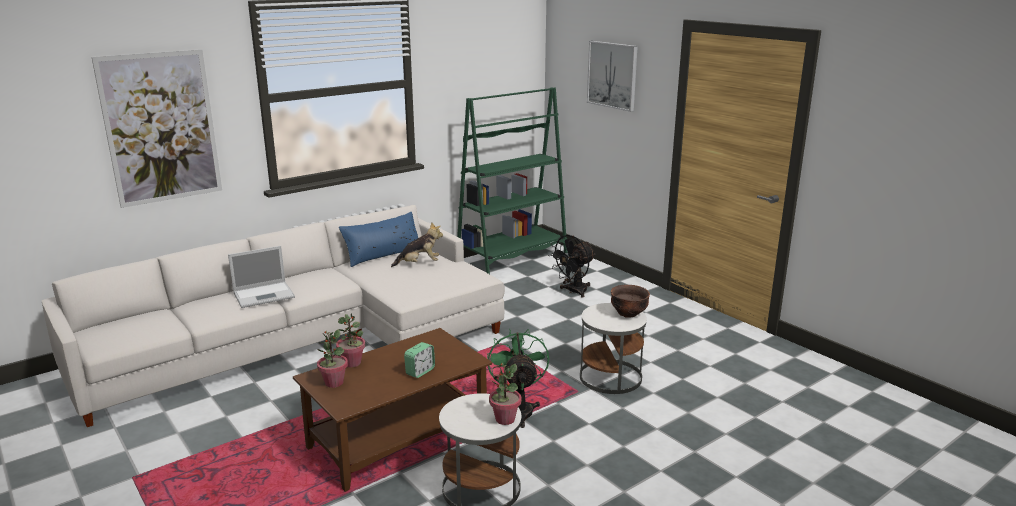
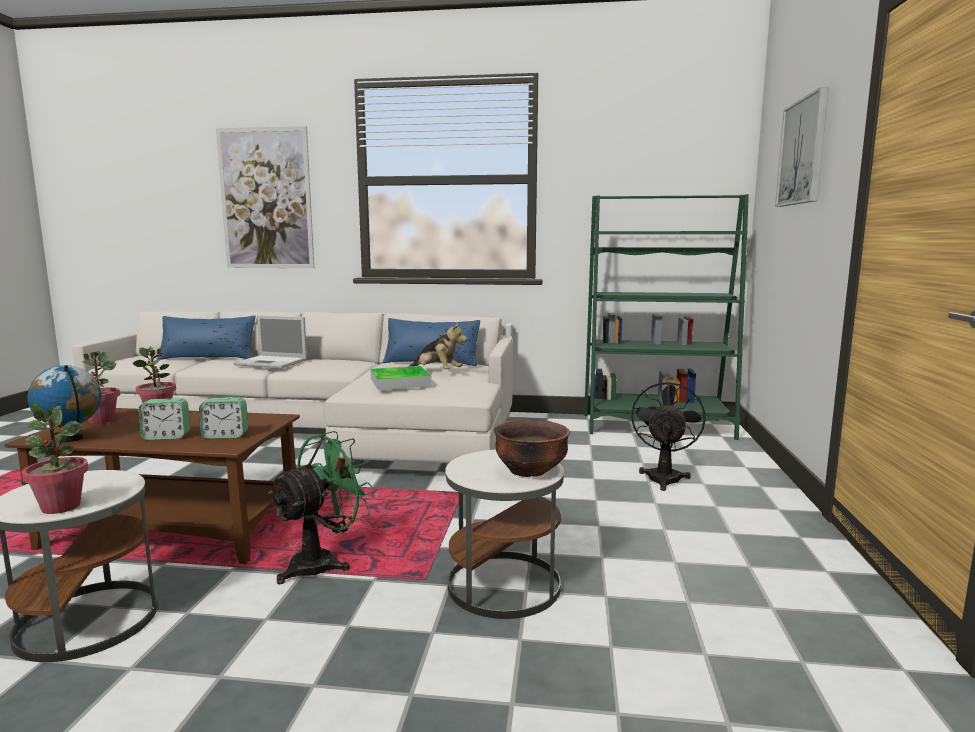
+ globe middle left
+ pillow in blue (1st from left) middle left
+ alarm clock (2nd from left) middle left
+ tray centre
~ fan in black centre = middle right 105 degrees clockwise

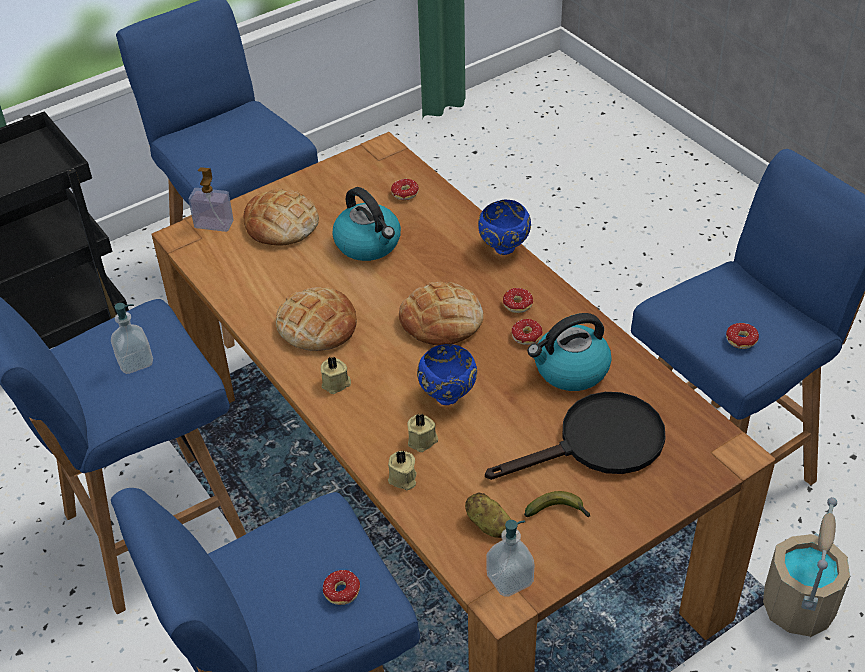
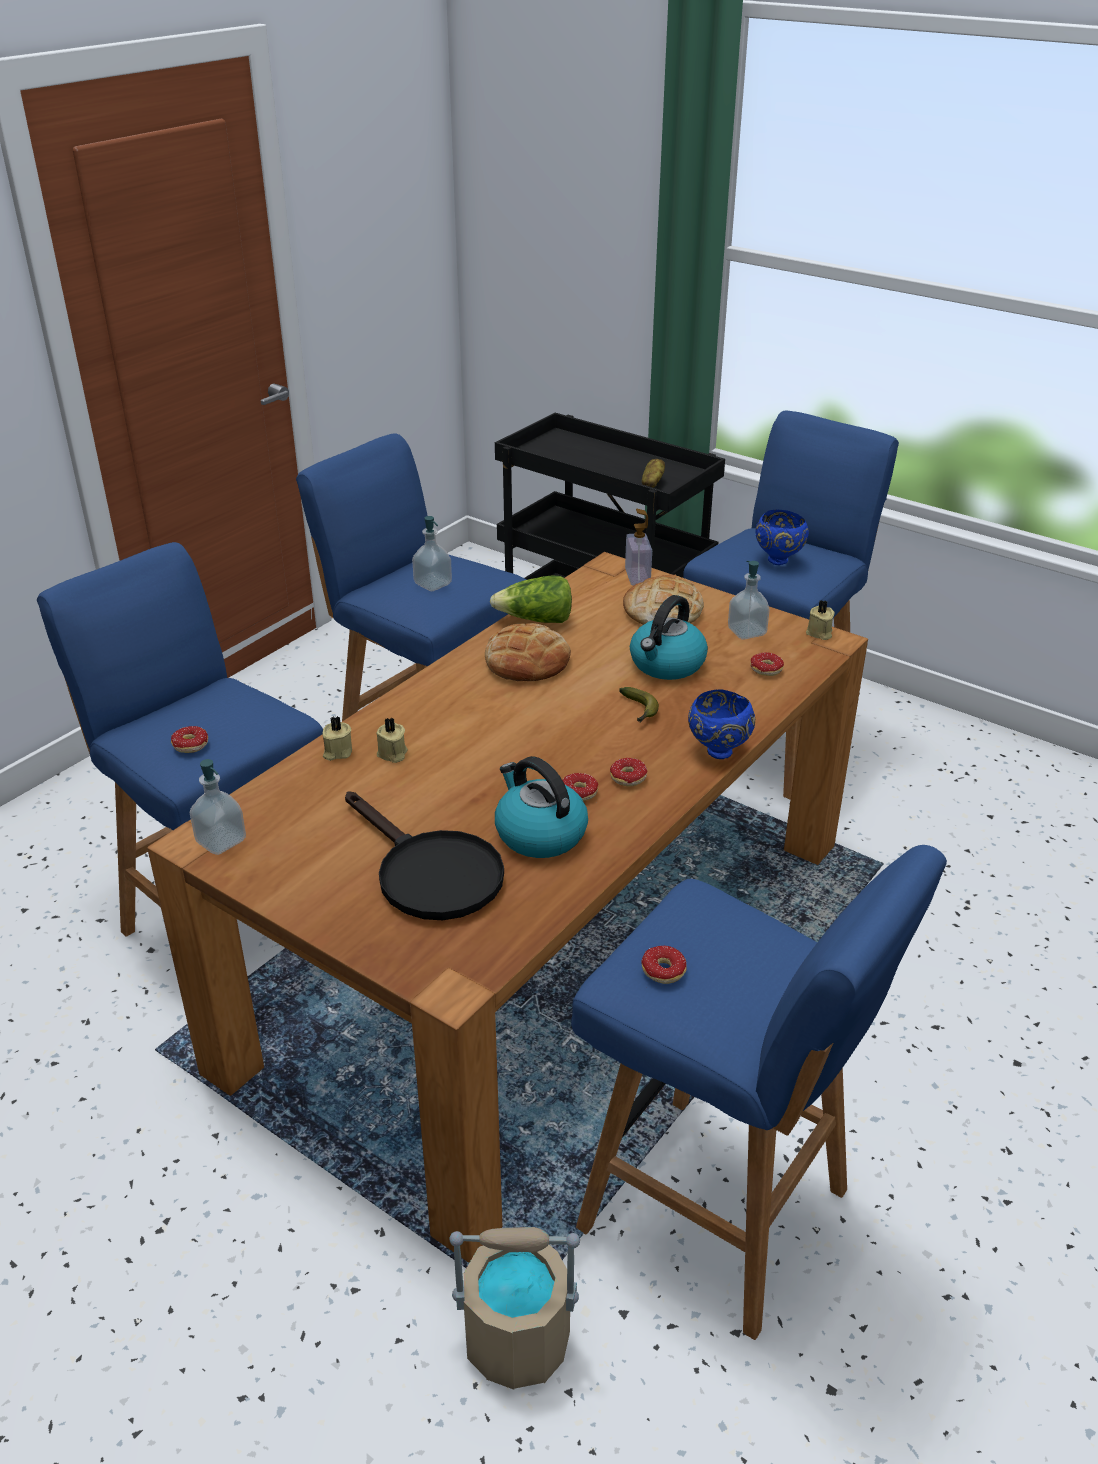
+ lettuce centre
~ banana bottom centre to centre
~ potato bottom centre to top centre
+ soap dispenser (4th from left) middle right
~ bowl in blue (1st from left in the first image) centre to bowl in blue (2nd from left) middle right
~ candle in beige (1st from left in the first image) centre to candle in beige (3rd from left) middle right
- bread (3rd from left) centre

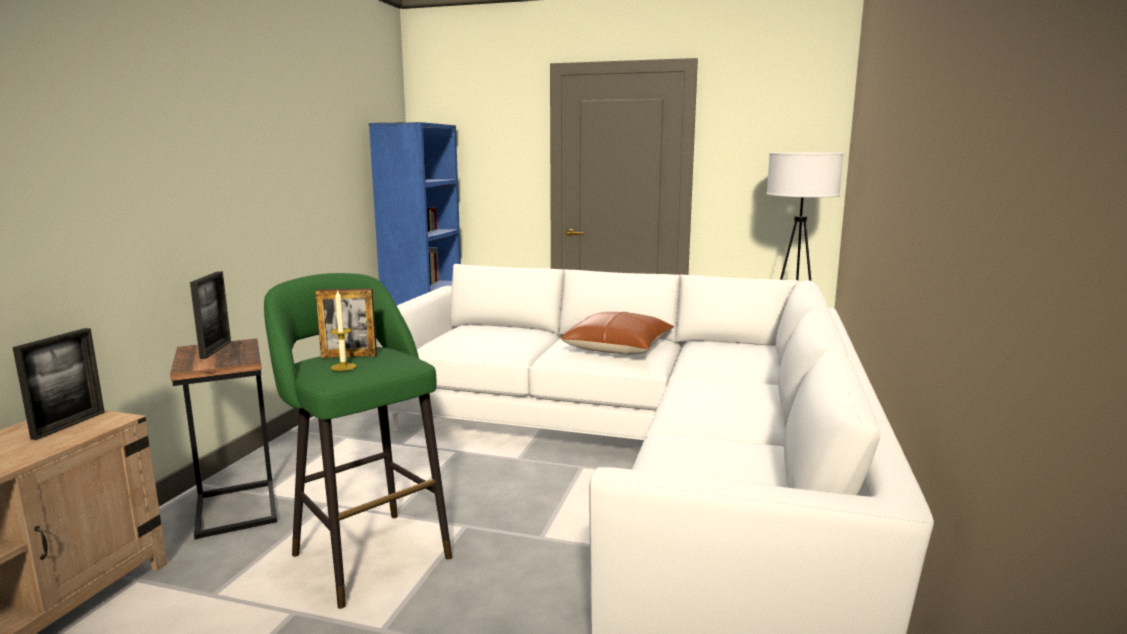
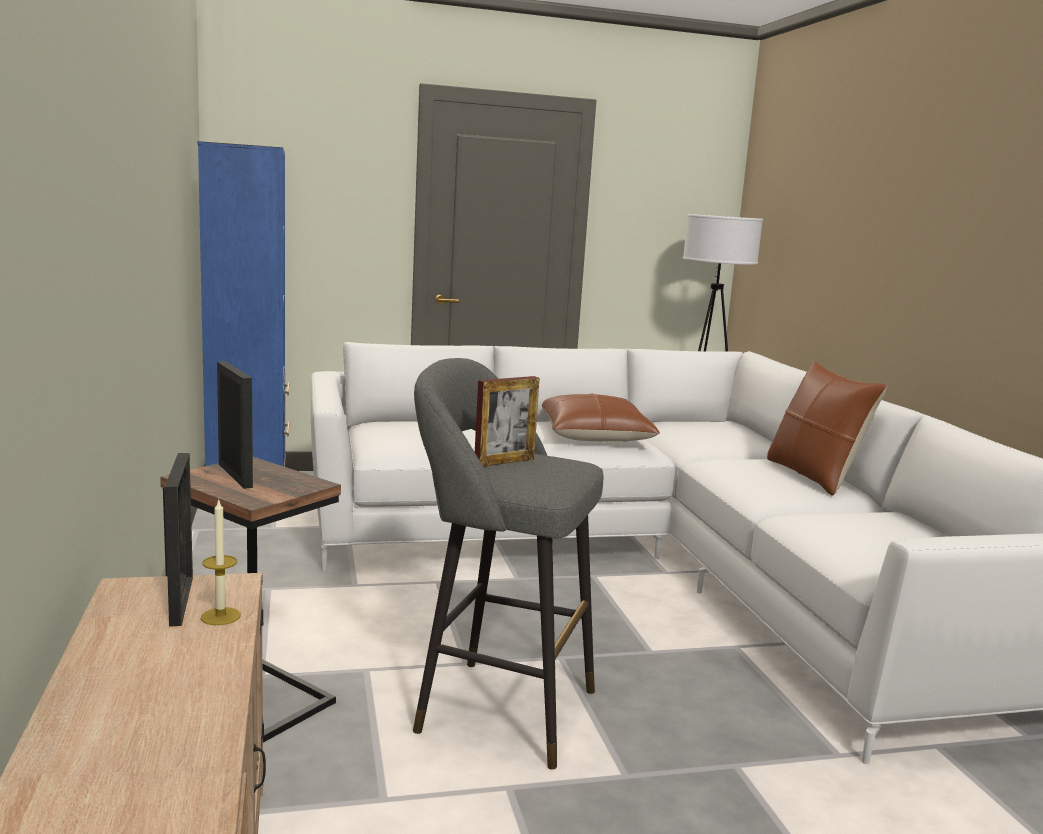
~ candle middle left to bottom left
~ stool in green bottom left to stool in grey bottom centre
+ pillow in brown (2nd from left) middle right

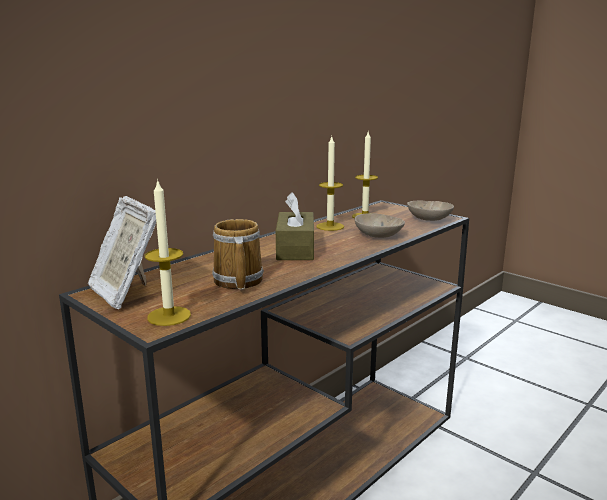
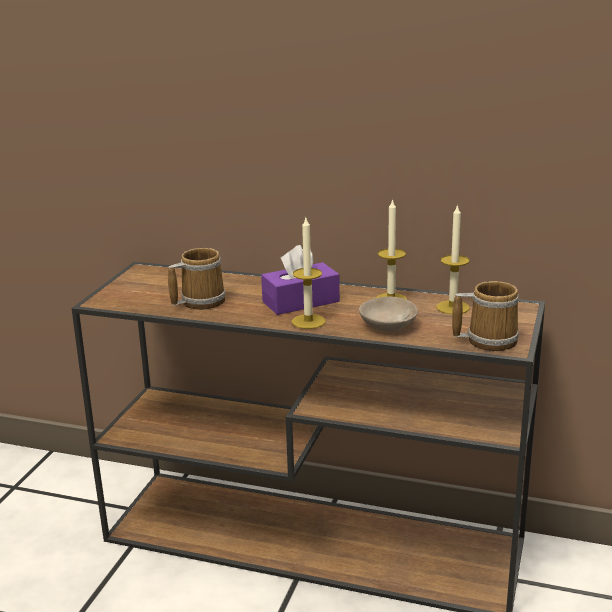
~ tissue box in brown centre to tissue box in purple centre
~ candle (1st from left) middle left to centre
~ bowl in beige (2nd from left) middle right to mug (2nd from left) middle right
- picture frame middle left

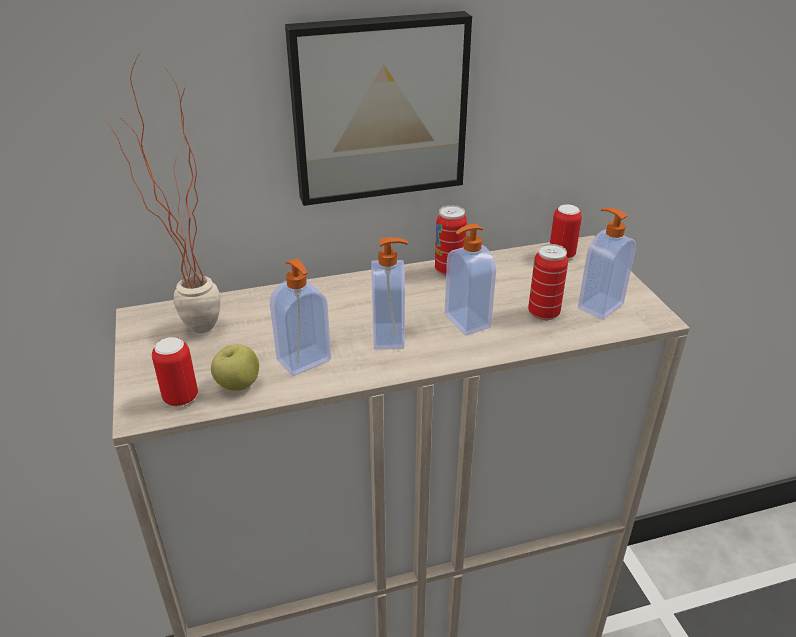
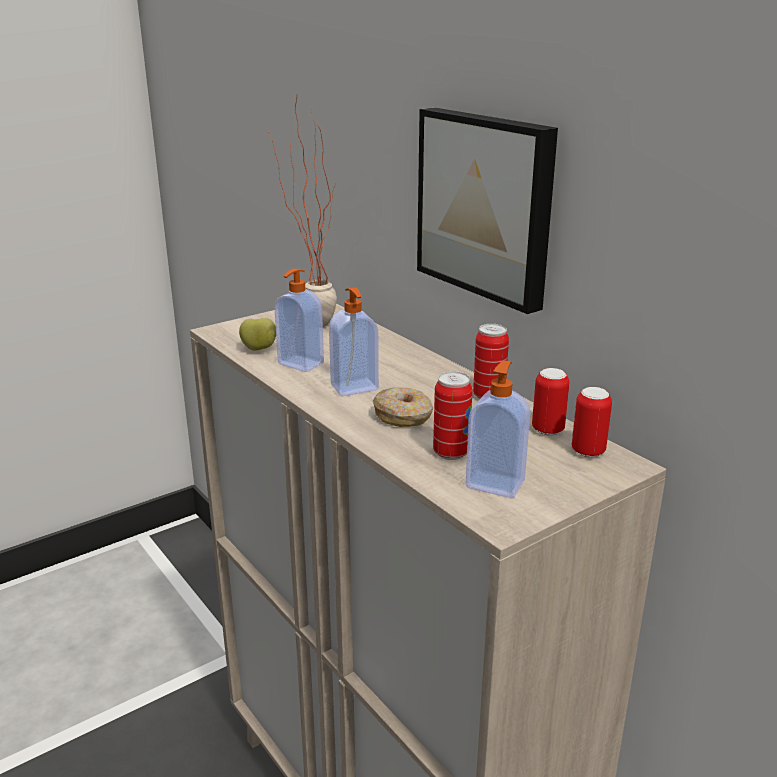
~ soap dispenser (3rd from left) centre to donut centre
~ can (1st from left in the first image) middle left to can (3rd from left) middle right

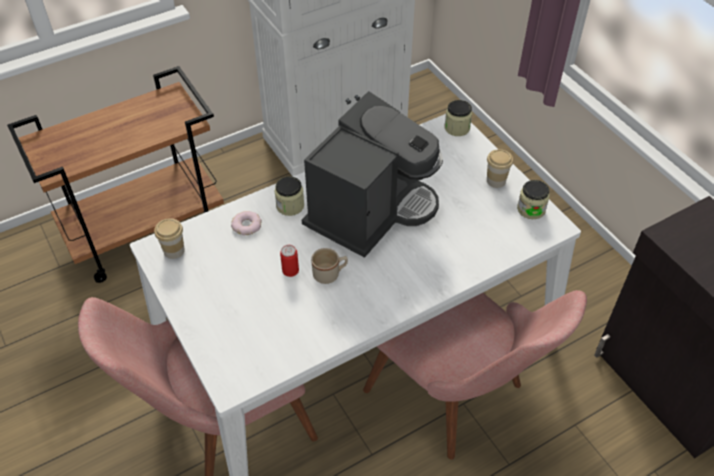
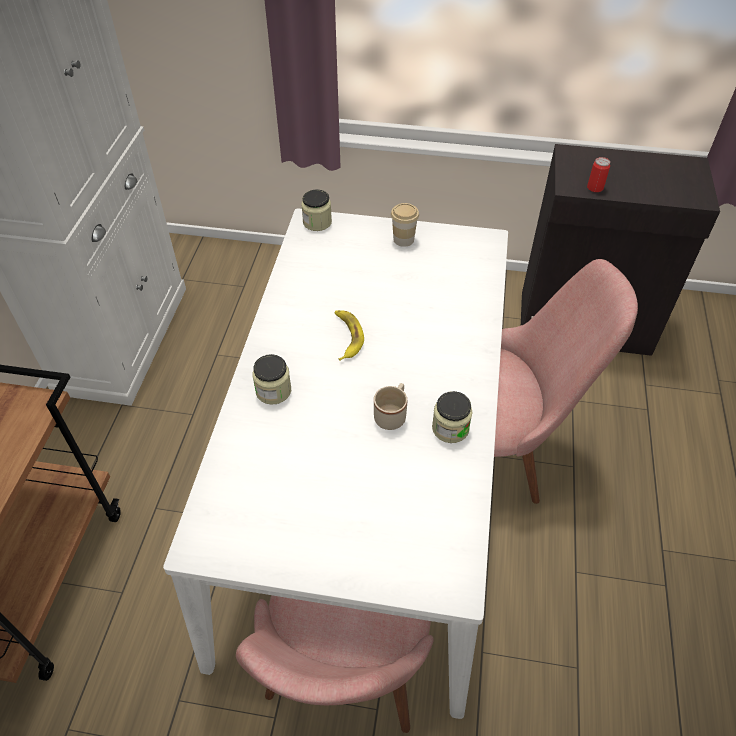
~ coffee machine centre to banana centre
~ jar (3rd from left) middle right to centre
~ can centre to top right
- cup (1st from left) middle left
- donut centre

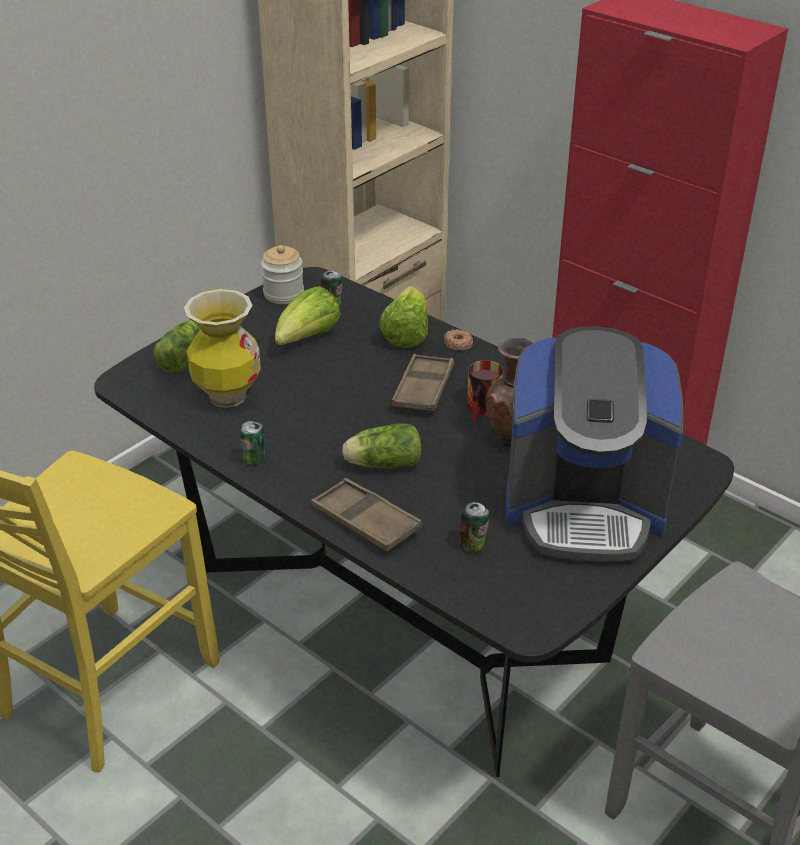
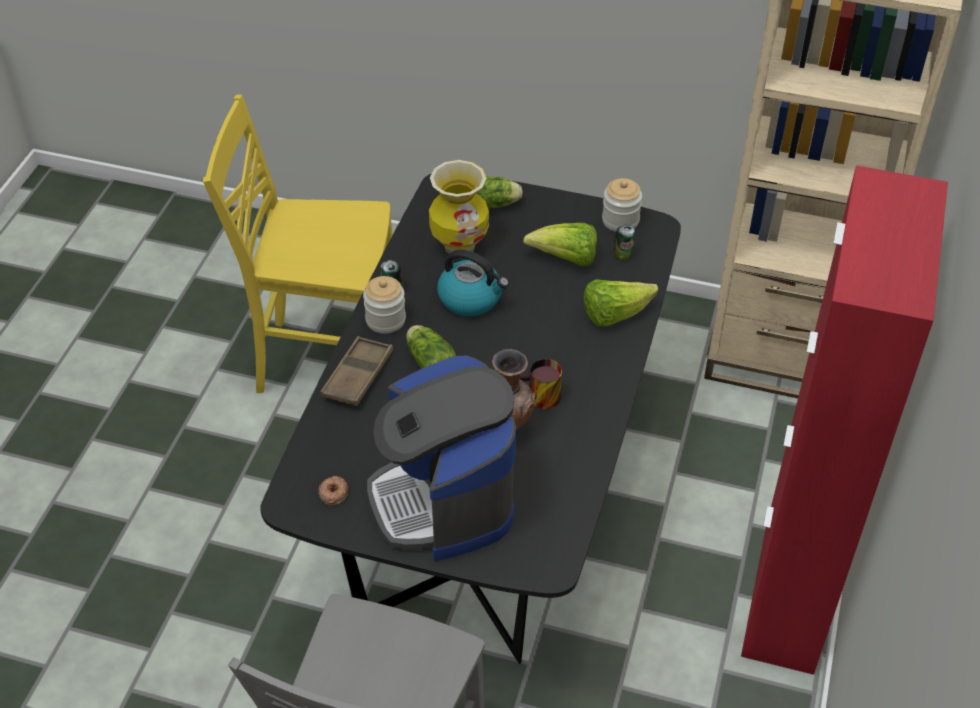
~ donut centre to bottom centre
+ jar (1st from left) centre
+ kettle centre
- tray in brown (2nd from left) centre
- can (3rd from left) centre

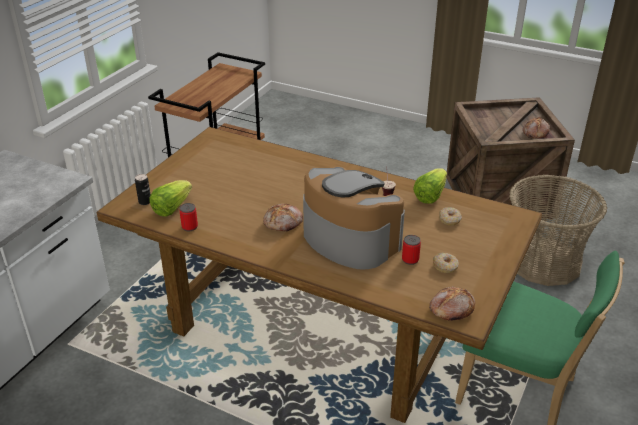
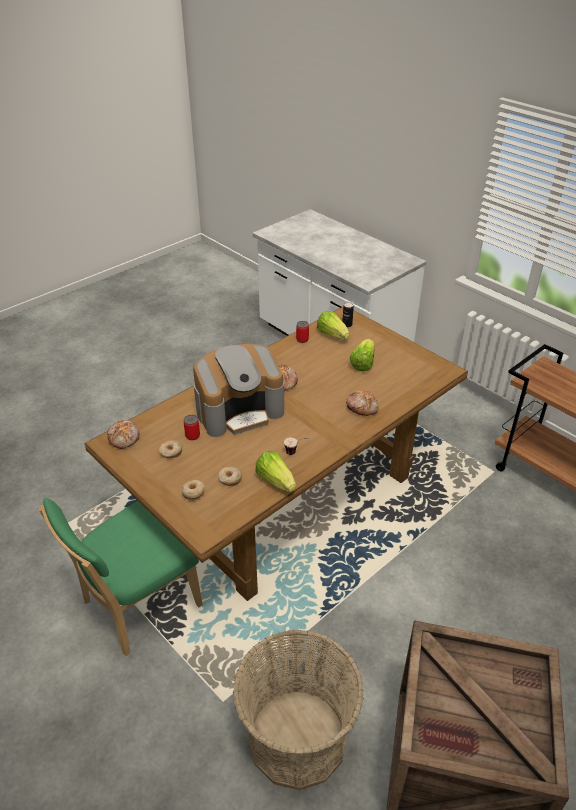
+ donut (2nd from left) centre
~ bread (3rd from left) top right to centre
+ lettuce (3rd from left) centre

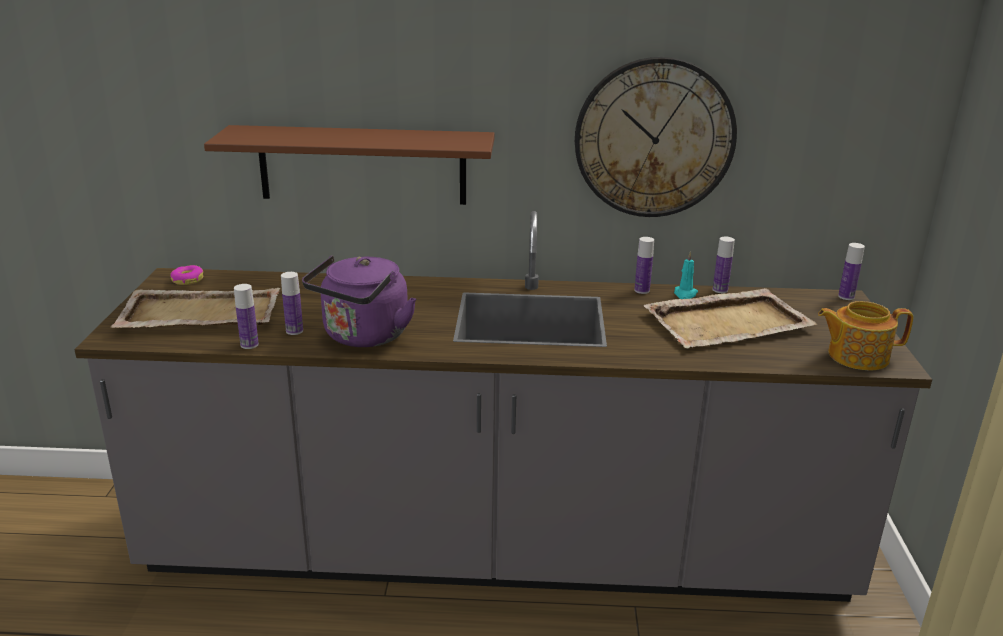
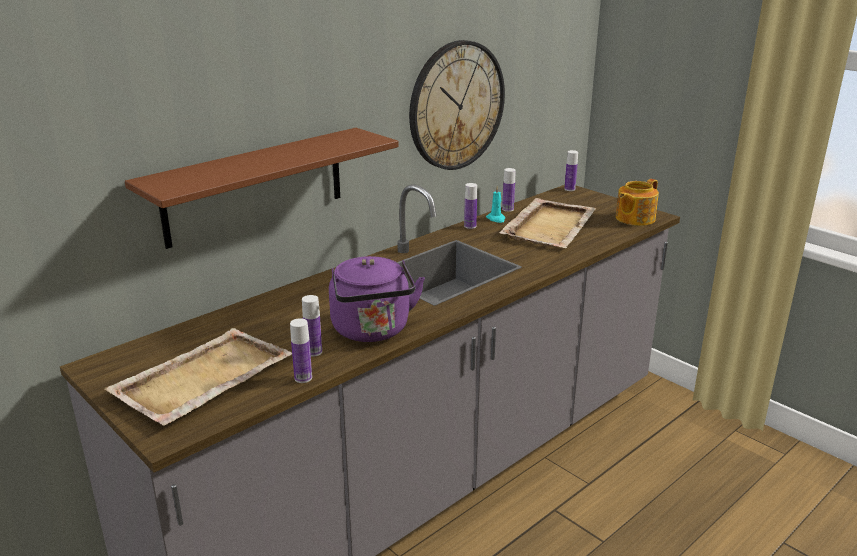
- donut middle left

